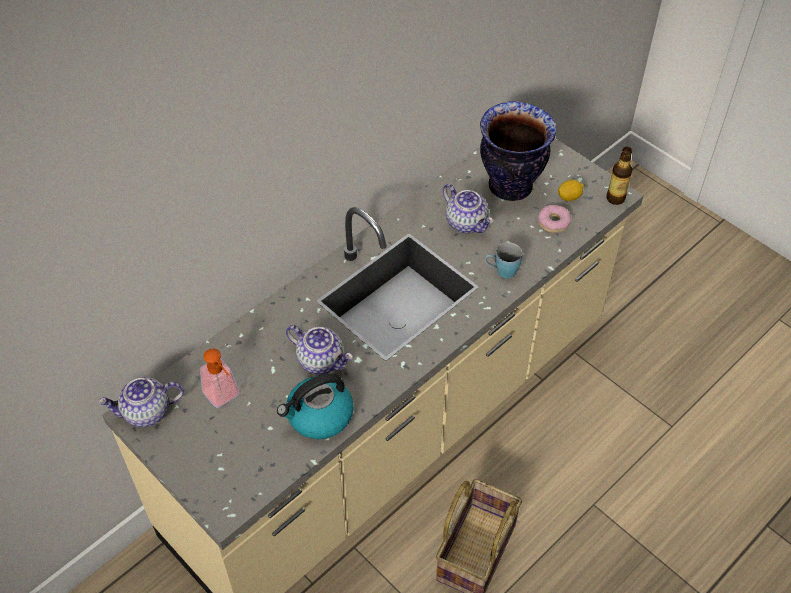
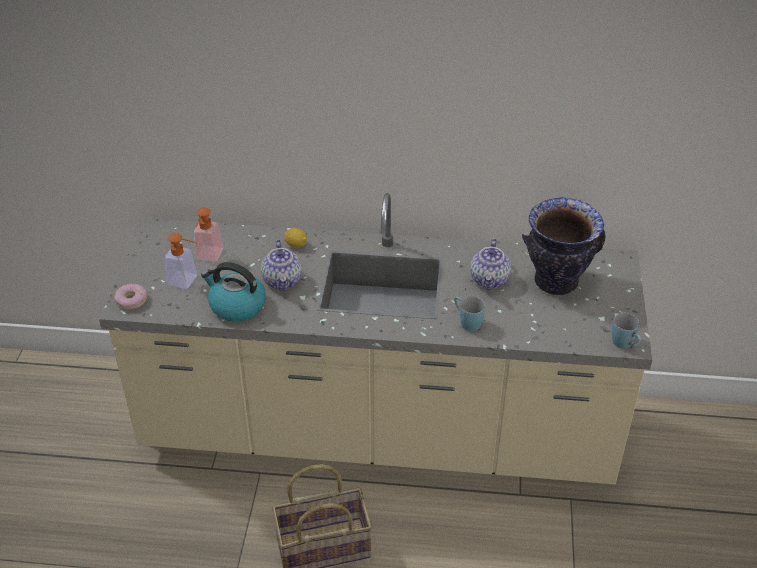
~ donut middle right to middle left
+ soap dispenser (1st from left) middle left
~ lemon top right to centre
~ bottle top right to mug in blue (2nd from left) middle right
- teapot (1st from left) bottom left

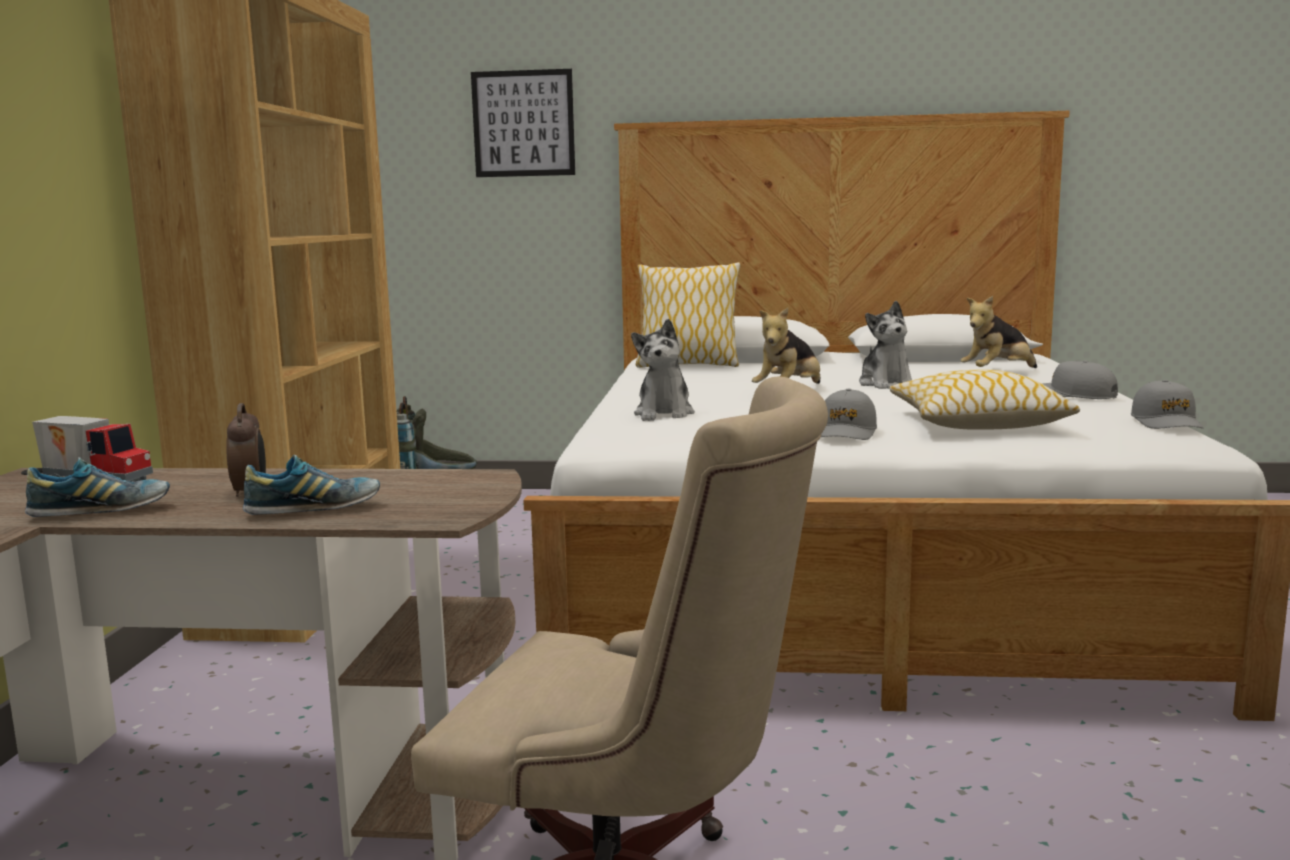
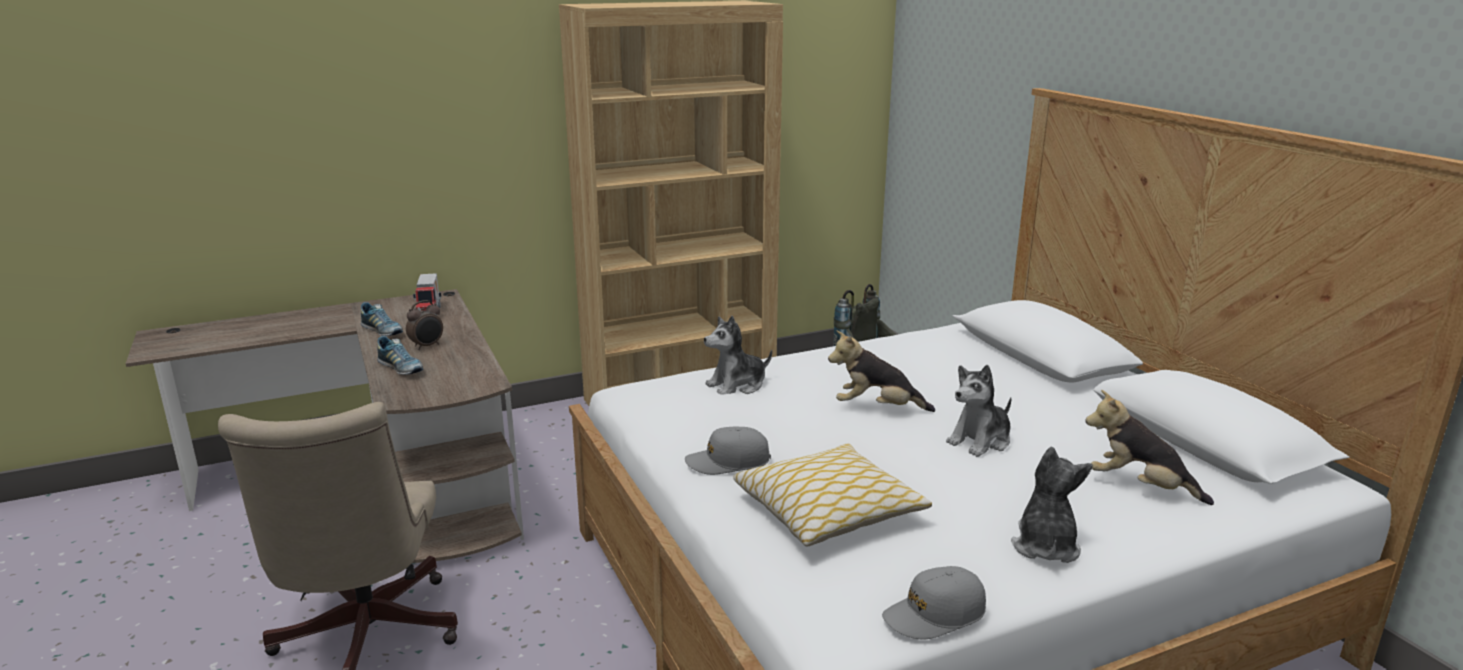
~ cap in grey (2nd from left) middle right to plush toy (4th from left) bottom right
- picture top centre
- pillow (1st from left) centre

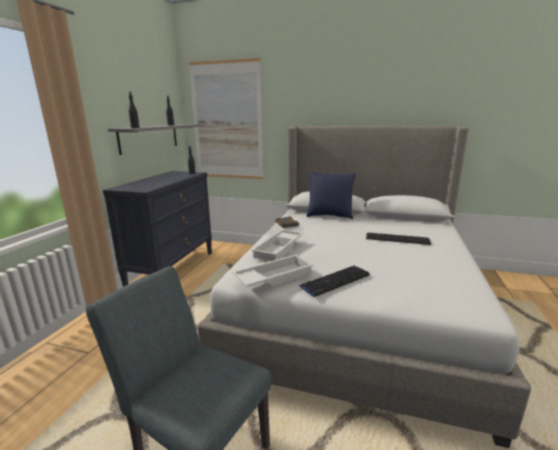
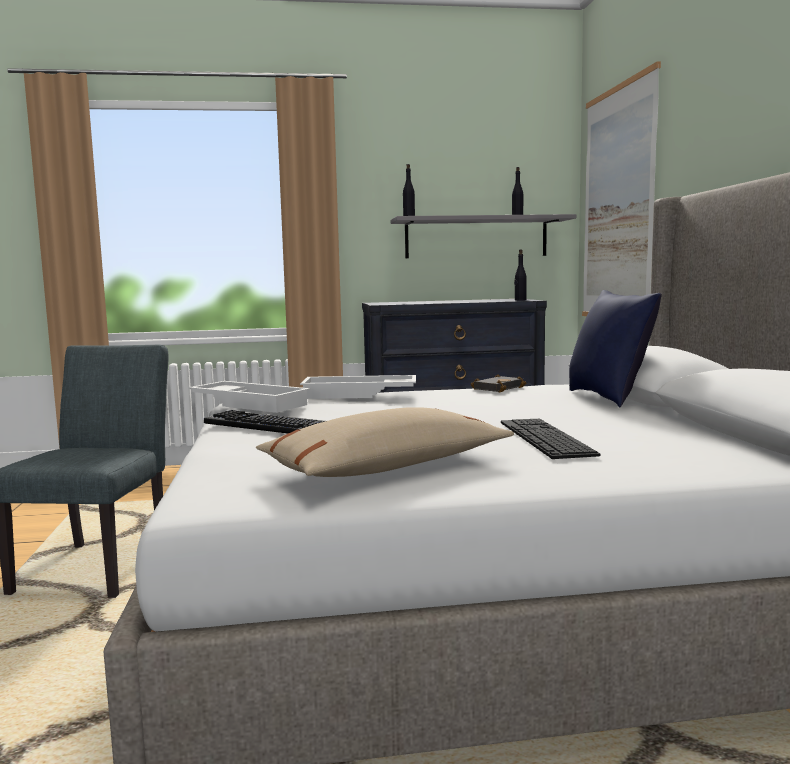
+ pillow in beige centre

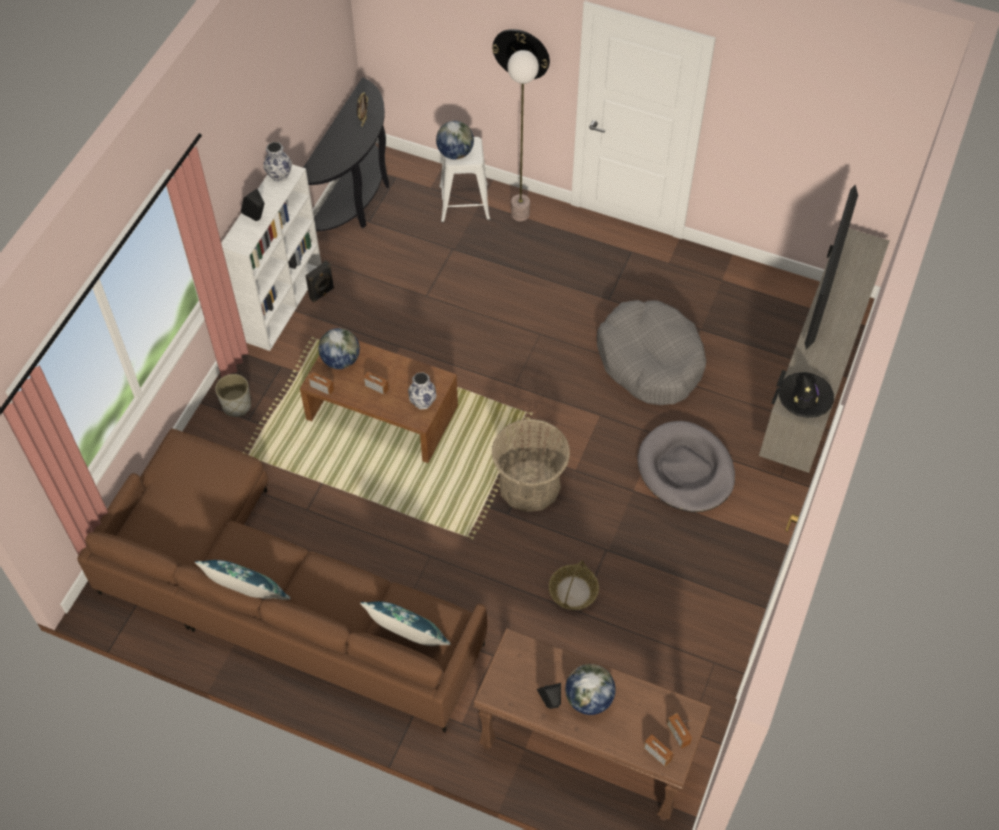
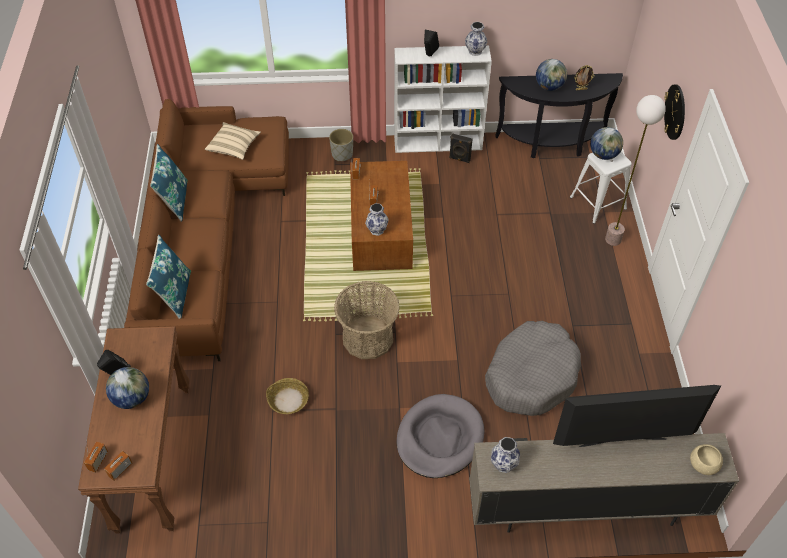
+ pillow in beige top left
~ hat in black middle right to vase (3rd from left) bottom centre
~ globe (1st from left in the first image) centre to globe (2nd from left) top right
+ bowl in beige bottom right

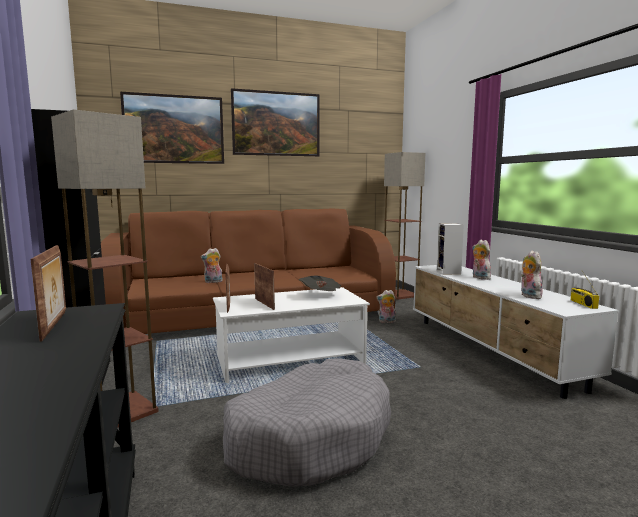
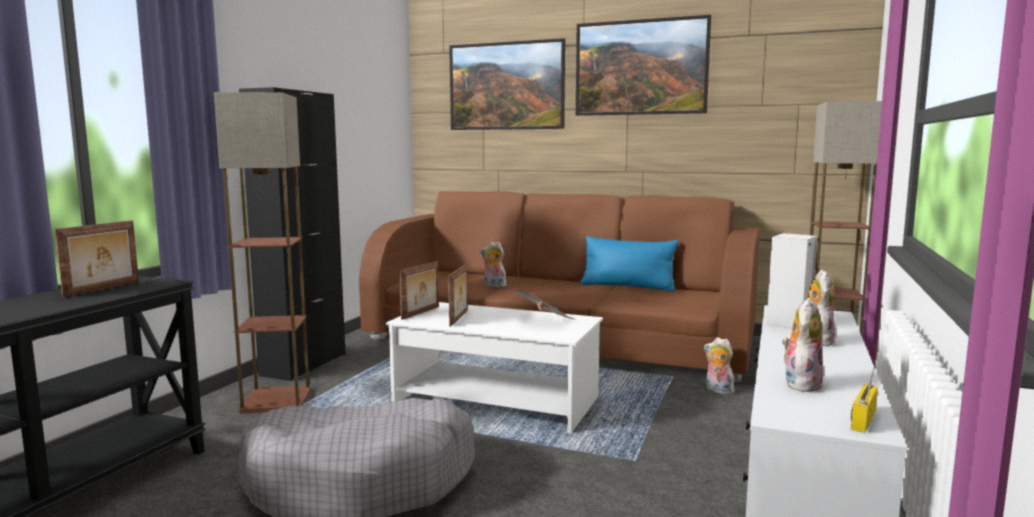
+ pillow in blue centre

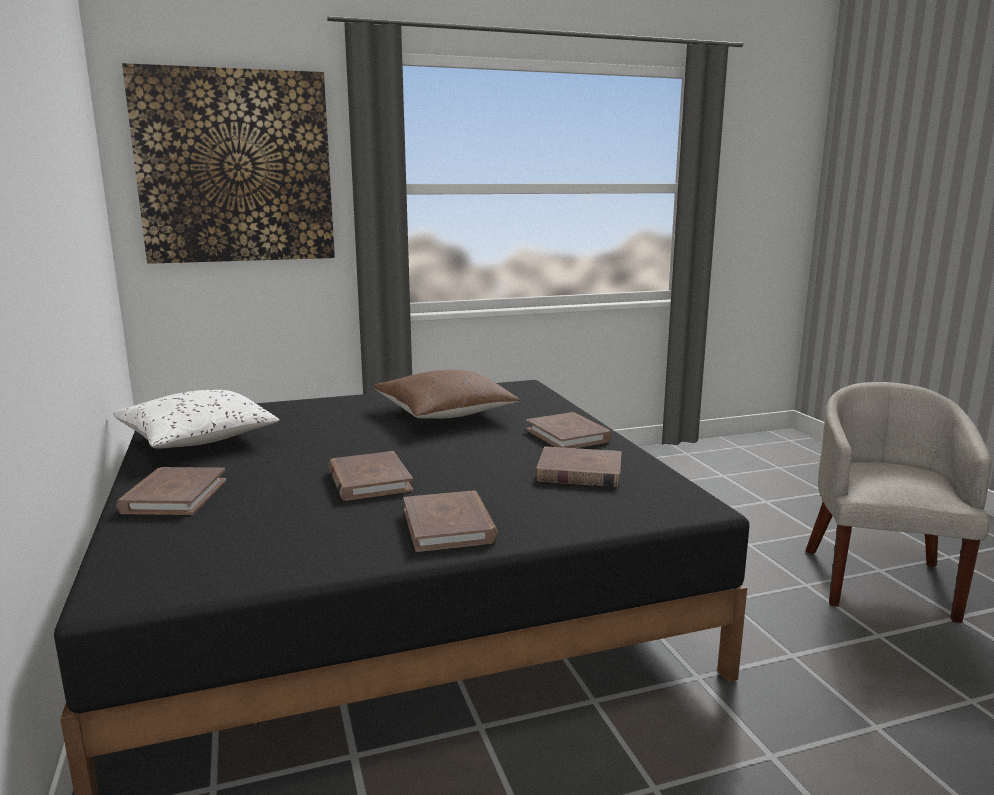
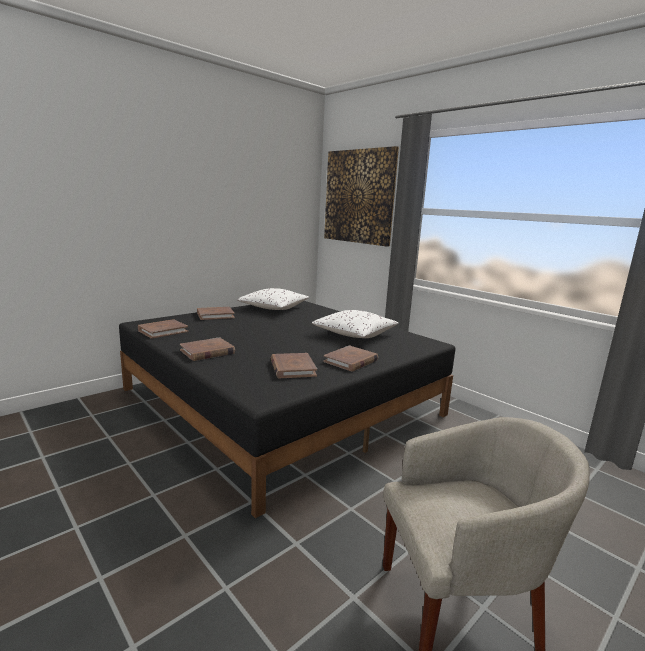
~ book in brown (2nd from left in the first image) centre to book in brown (1st from left) middle left
~ pillow in brown centre to pillow in white (2nd from left) centre

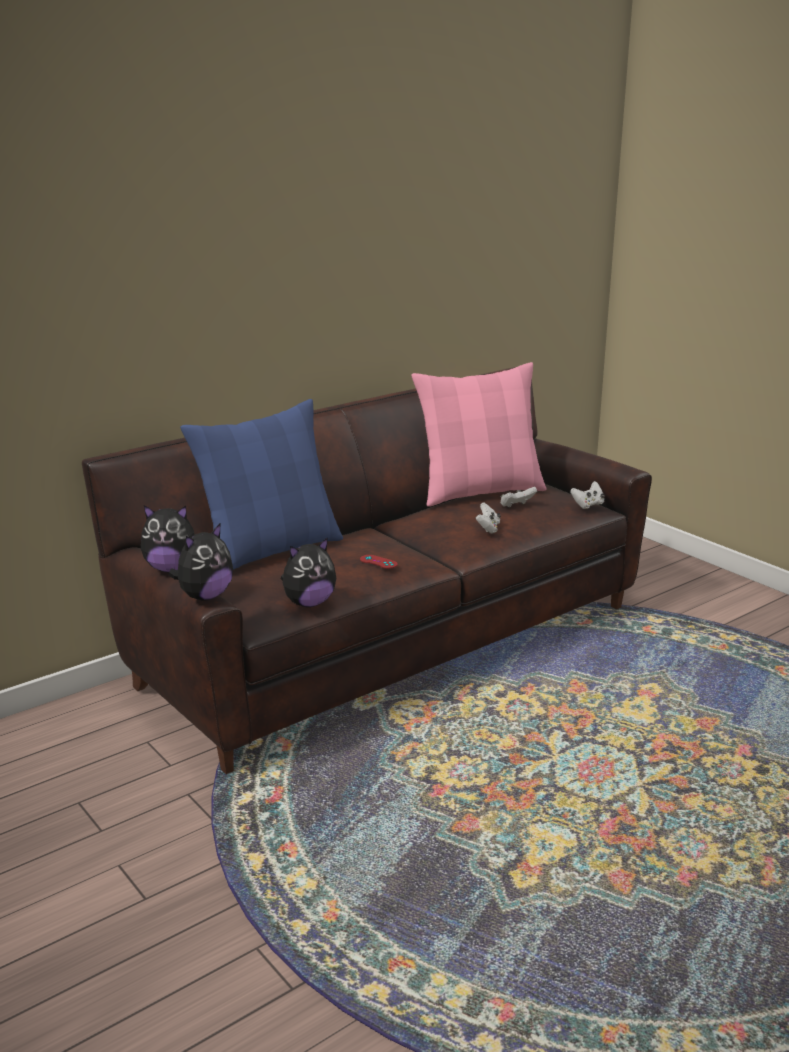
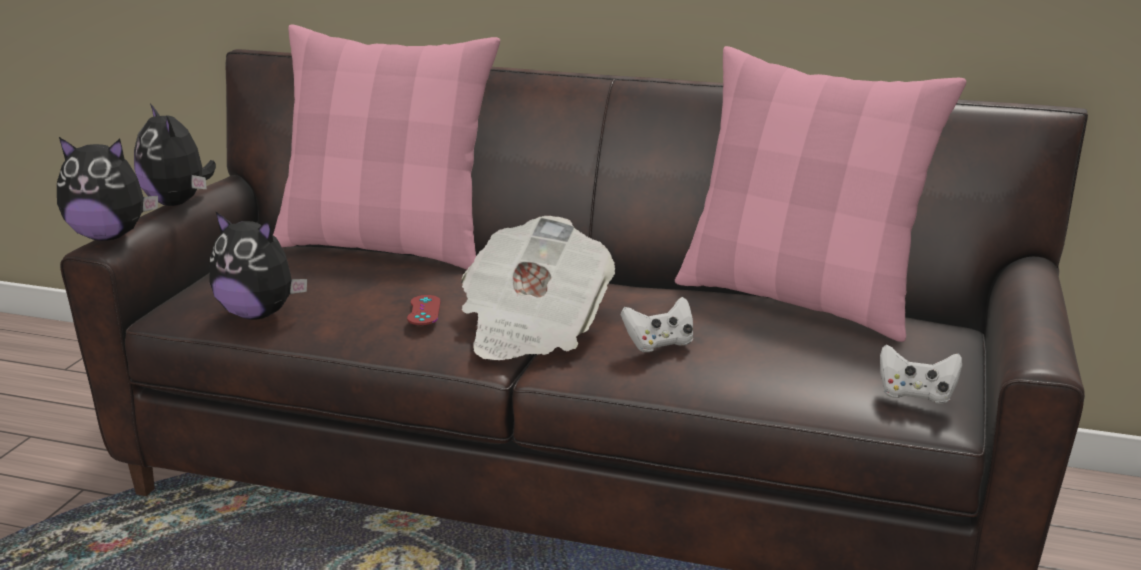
~ pillow in blue middle left to pillow in pink (1st from left) top centre
+ newspaper centre
- game controller in white (2nd from left) centre

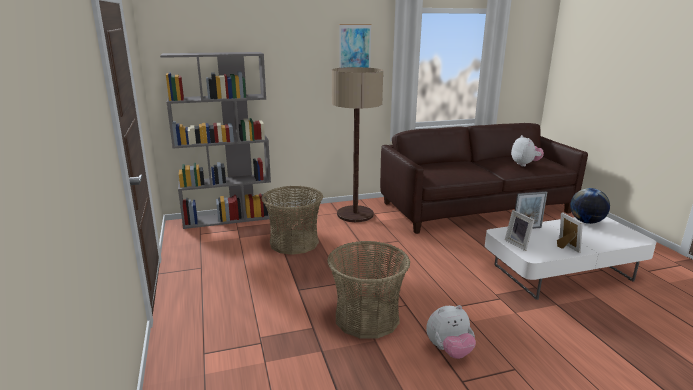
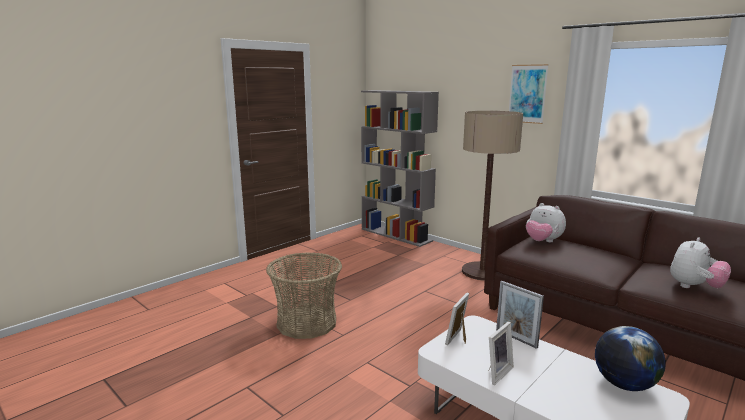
~ plush toy (1st from left) bottom centre to middle right
- basket (1st from left) centre

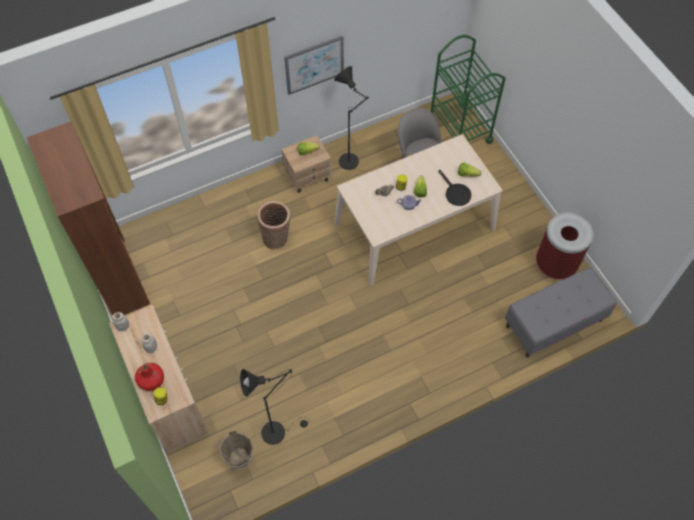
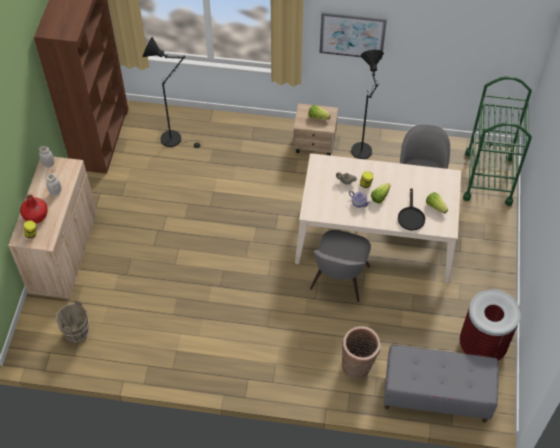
~ floor lamp in black (1st from left) bottom centre to top left
+ chair in grey (1st from left) centre
~ basket centre to bottom centre

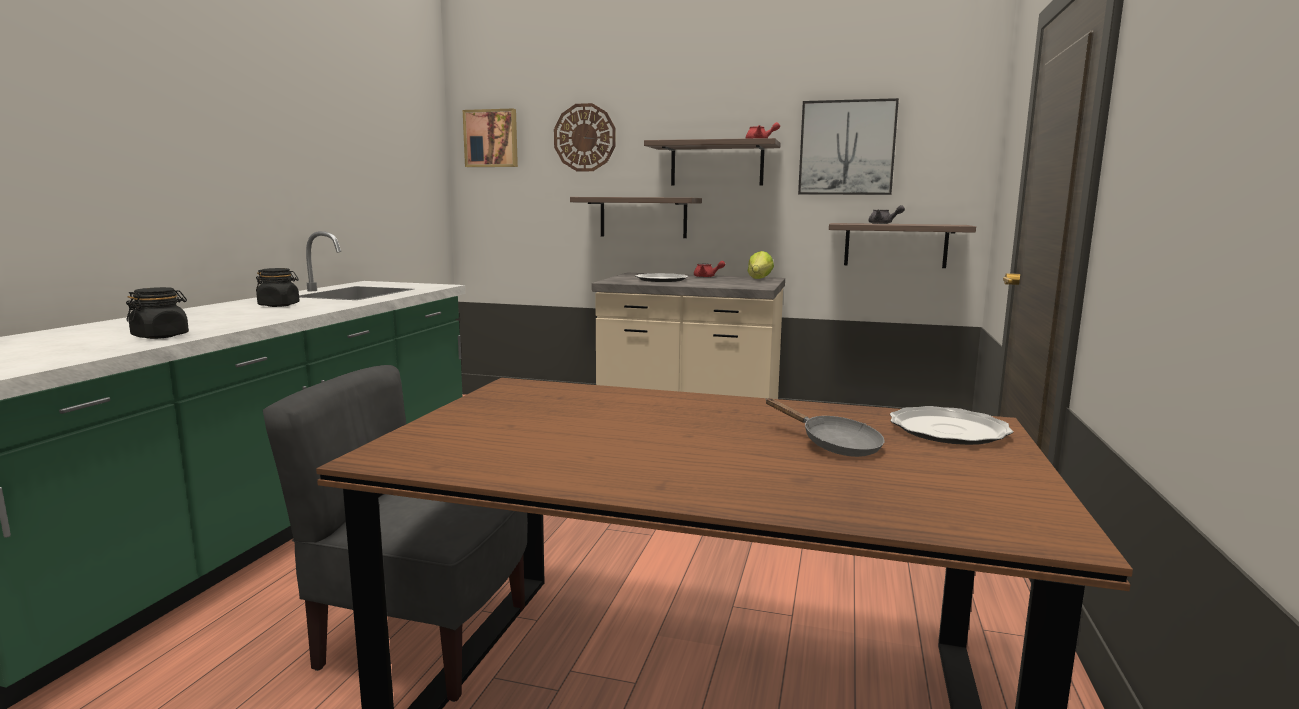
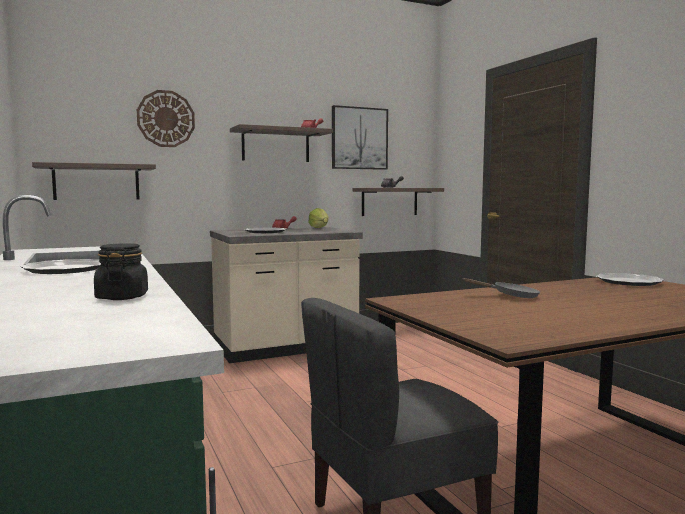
~ jar in black (2nd from left) middle left to plate (1st from left) middle left
~ shelf (1st from left) top centre to middle left
~ frying pan in grey centre to middle right
- picture (1st from left) top centre

